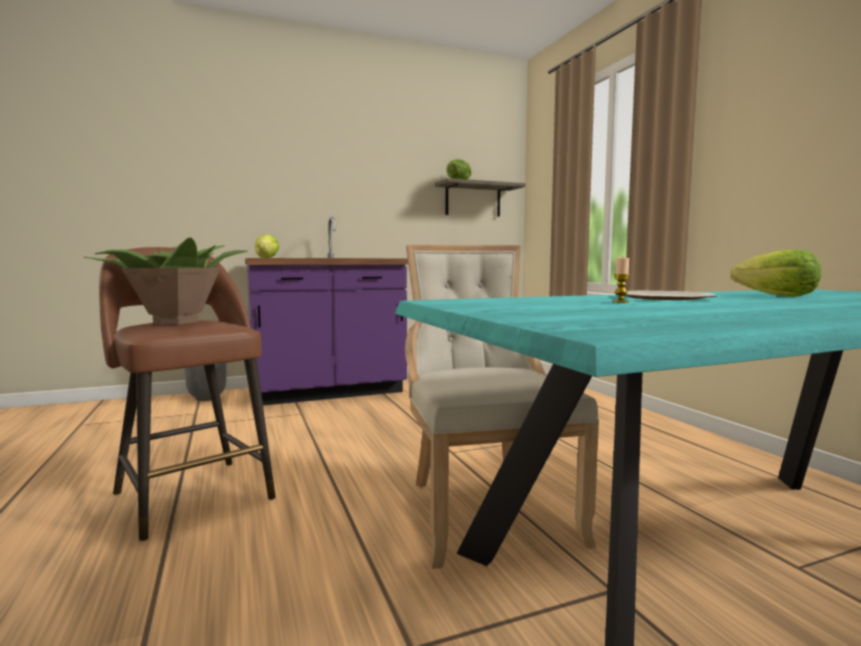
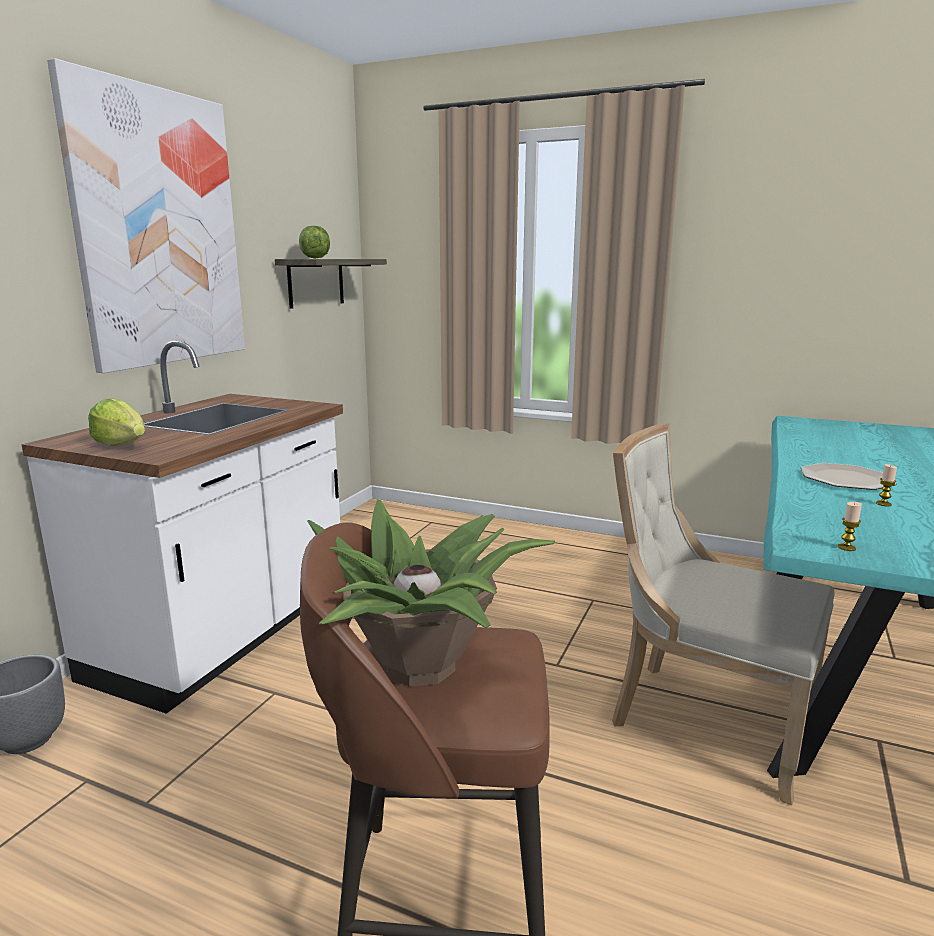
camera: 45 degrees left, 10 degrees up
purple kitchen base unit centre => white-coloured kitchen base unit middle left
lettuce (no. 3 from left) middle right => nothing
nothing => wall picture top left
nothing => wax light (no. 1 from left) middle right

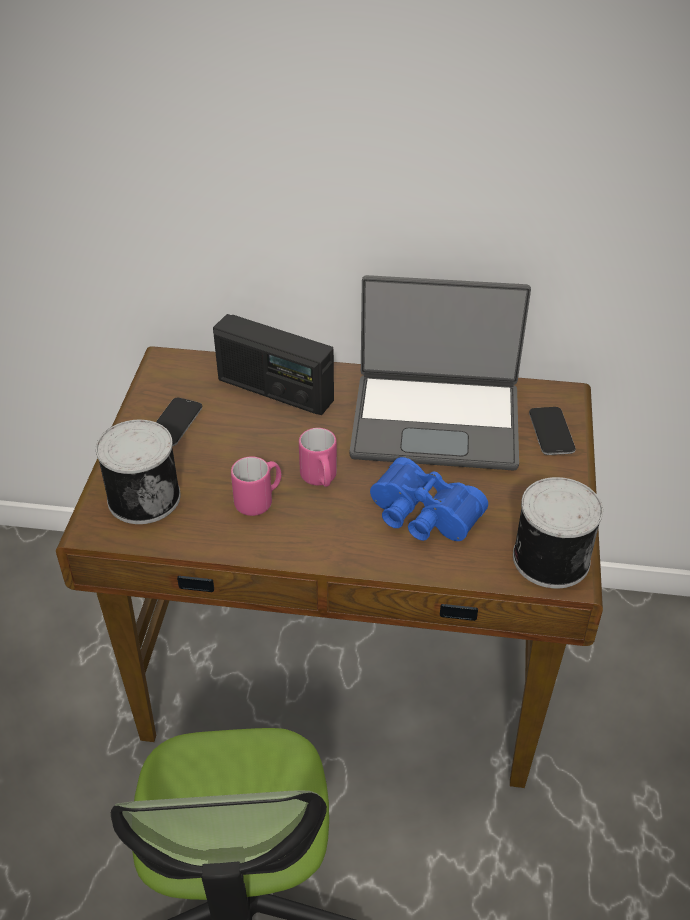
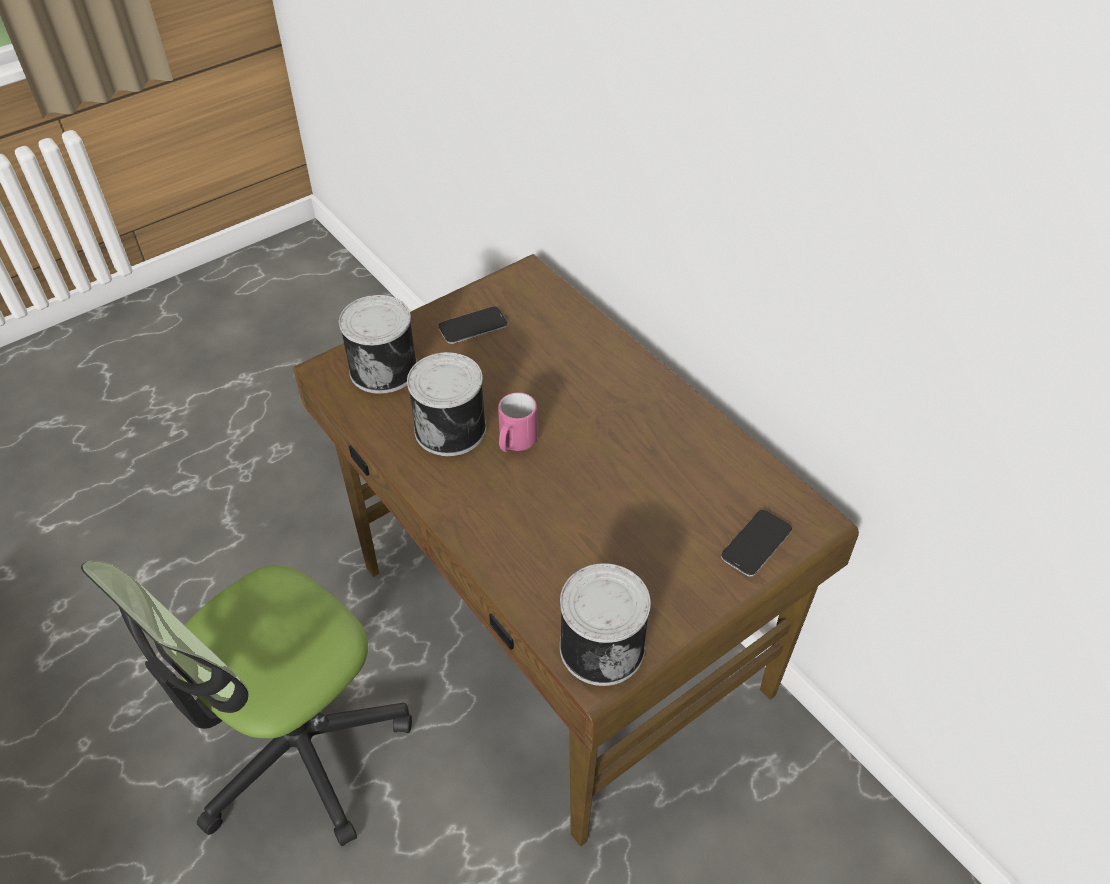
camera: 45 degrees right, 5 degrees up
radio set centre => nothing
pinkish tea mug (no. 1 from left) centre => sealed can (no. 2 from left) centre
portable computer centre => nothing
blue pair of binoculars centre => nothing

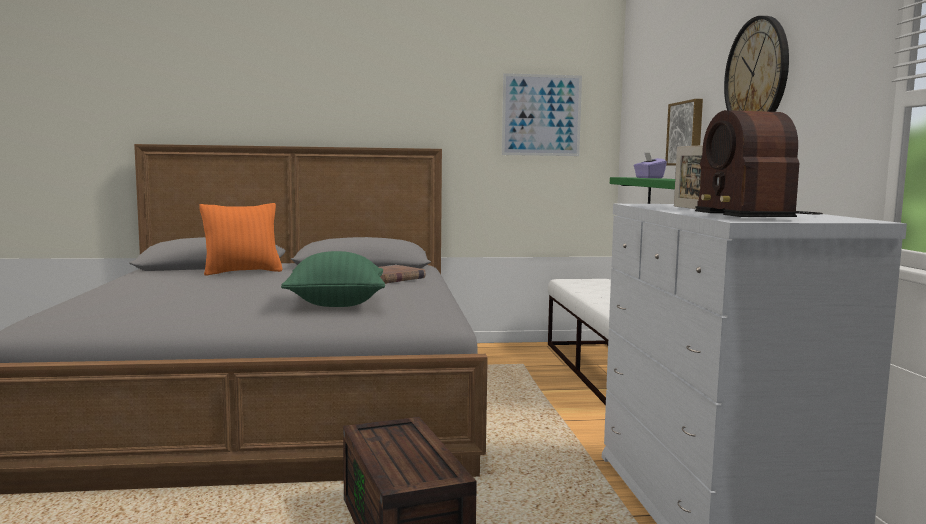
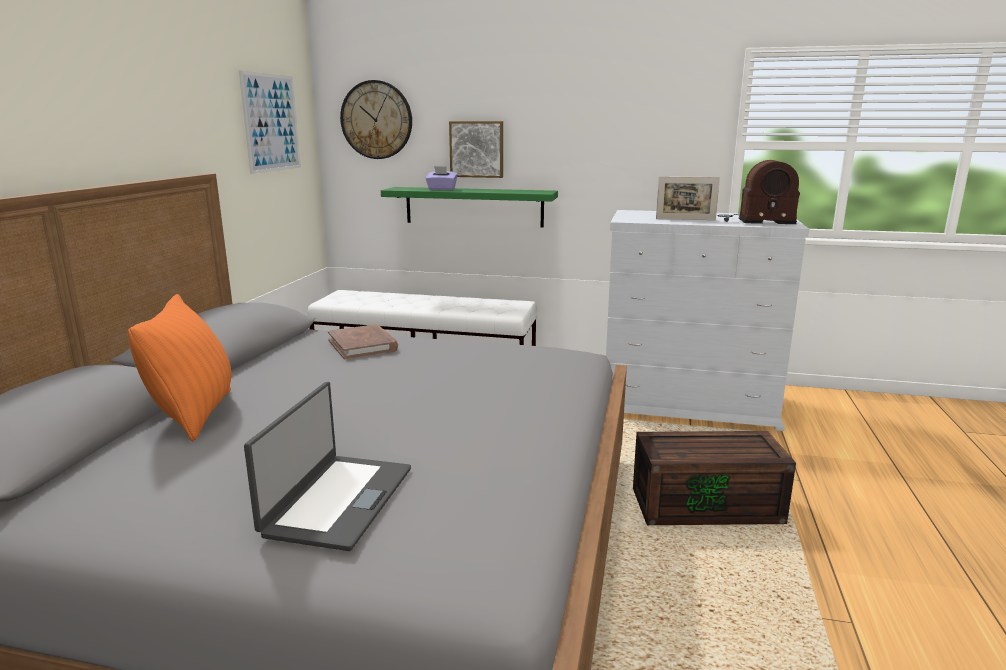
camera: 70 degrees left, 10 degrees up
green throw pillow centre => nothing
hanging clock top right => hanging clock top centre, shifted
nothing => portable computer bottom left

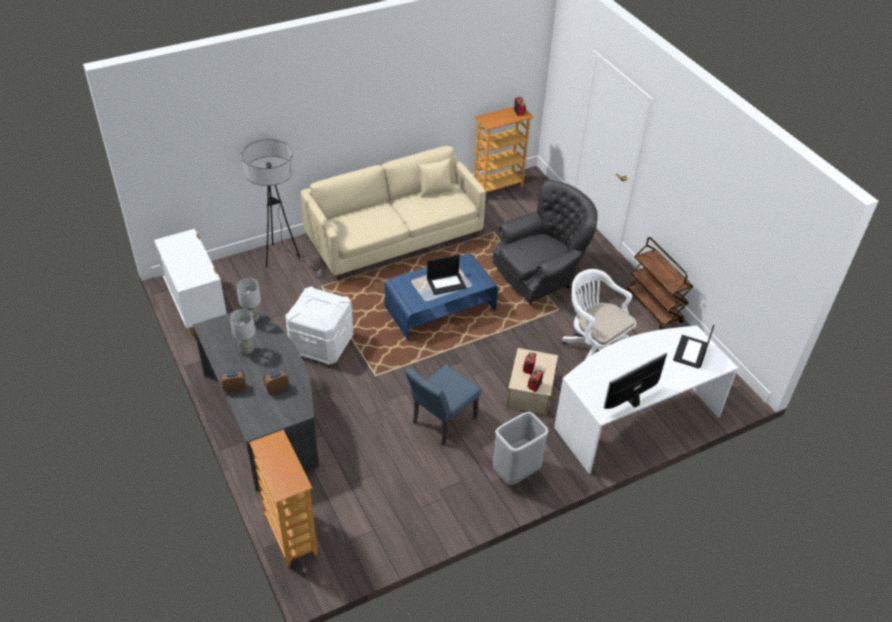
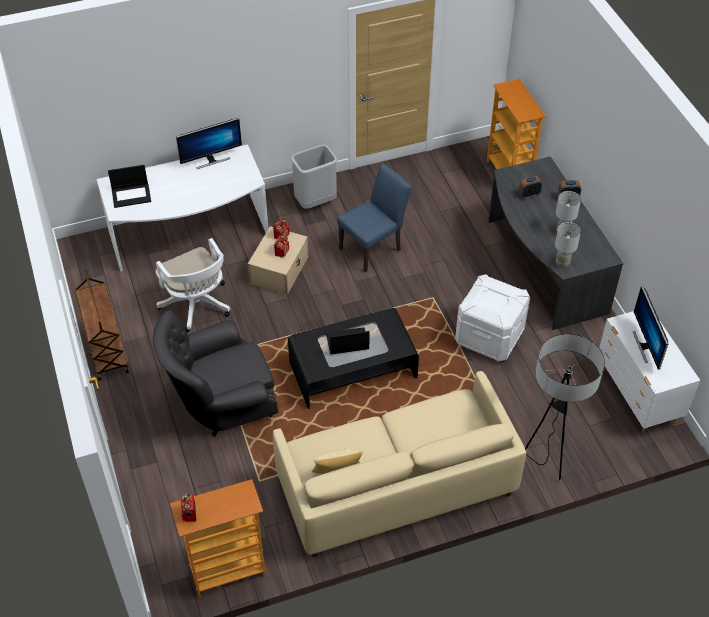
camera: 170 degrees left, 5 degrees up
blue lounge table centre => blackish lounge table centre
portable computer (no. 2 from left in the first image) middle right => portable computer (no. 1 from left) top left, 45 degrees clockwise
nothing => monitor (no. 2 from left) middle right

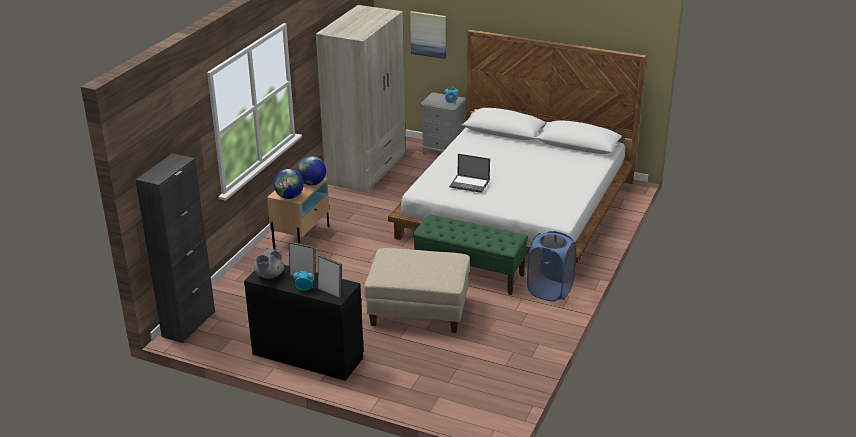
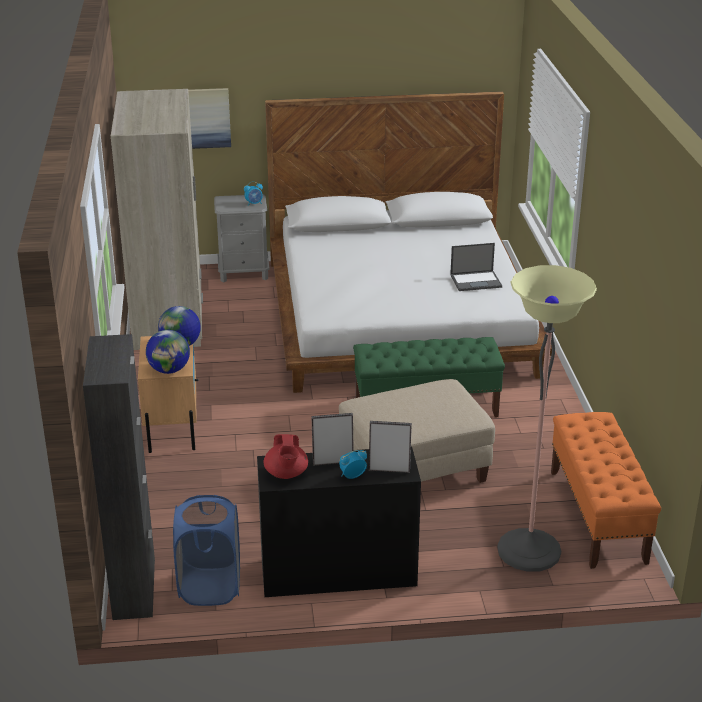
camera: 30 degrees left, 0 degrees up
gray tea pot middle left => red-coloured tea pot centre
portable computer centre => portable computer middle right, shifted
blue washing basket centre => blue washing basket bottom left, shifted
nothing => standard lamp middle right
nothing => orangey bench bottom right

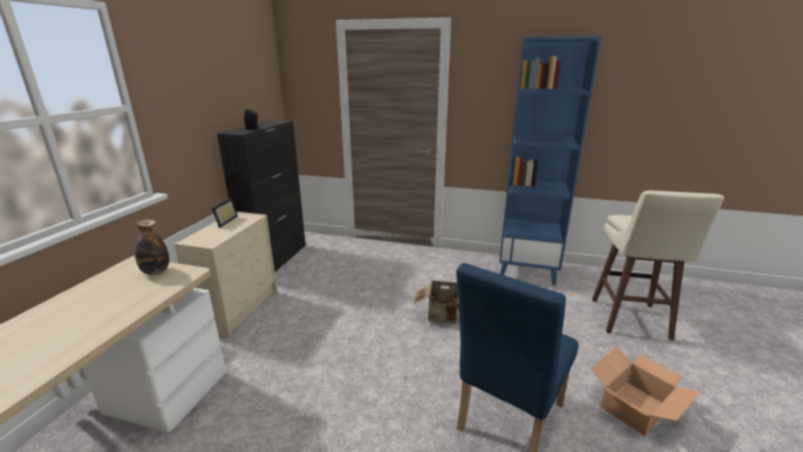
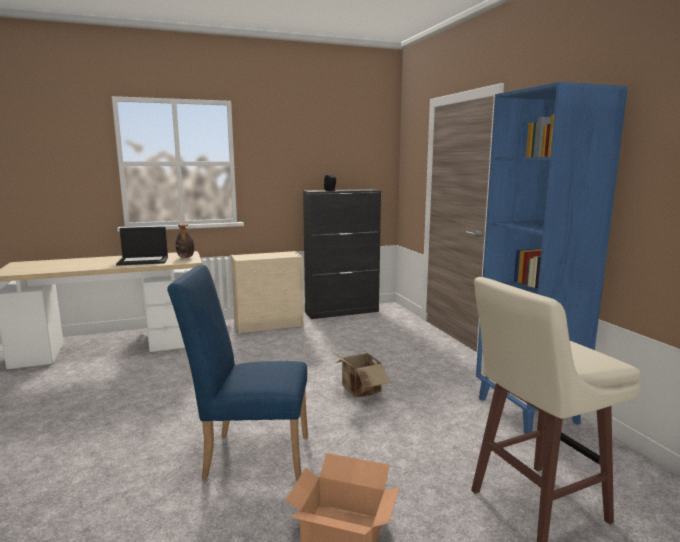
camera: 55 degrees right, 10 degrees down
photo frame middle left => nothing
nothing => portable computer middle left

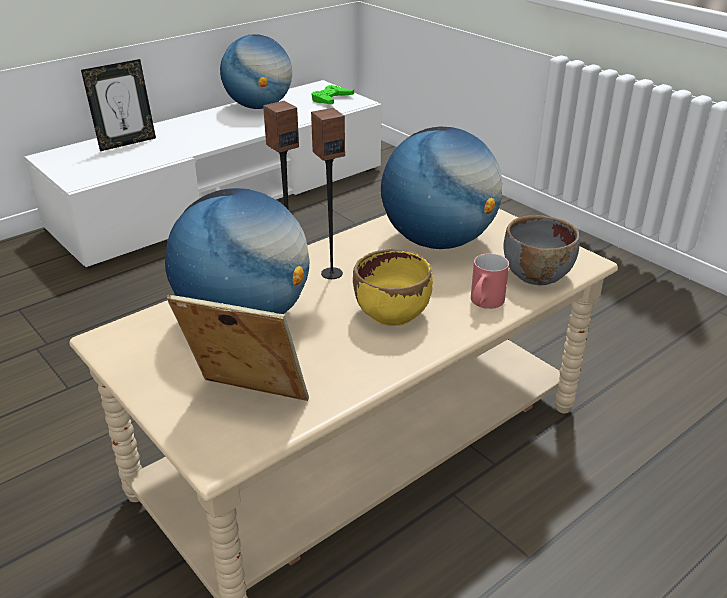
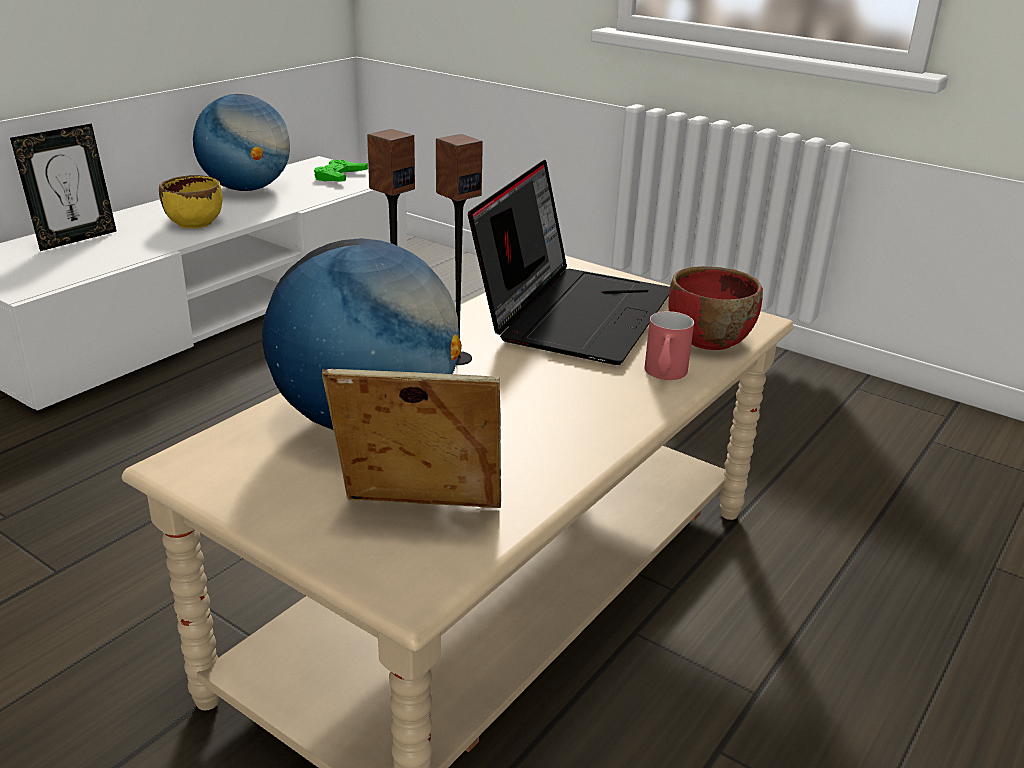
camera: 15 degrees left, 5 degrees down
yellow-coloured serving bowl centre => yellow-coloured serving bowl top left, shifted
world globe (no. 3 from left) top centre => portable computer centre
gray serving bowl middle right => red-coloured serving bowl middle right

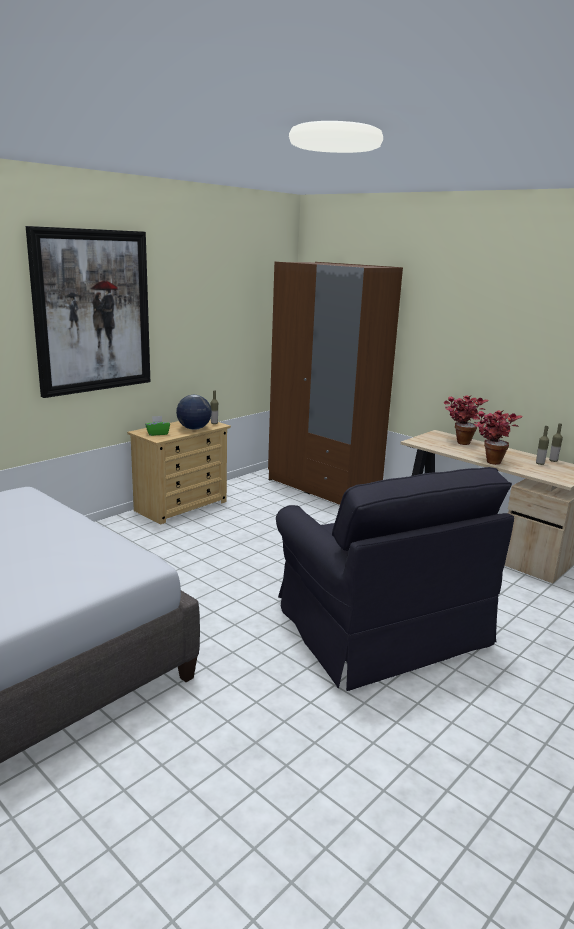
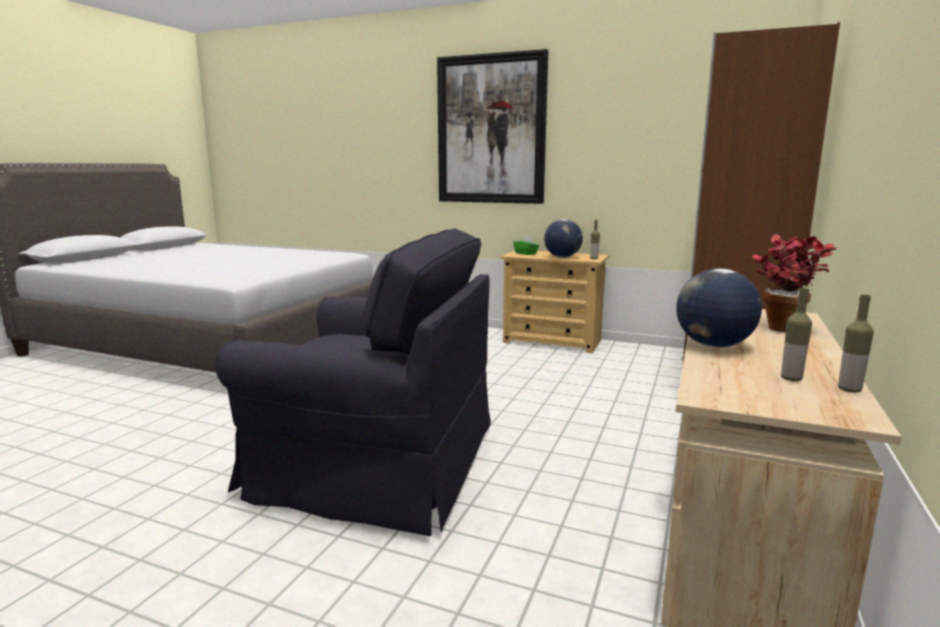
camera: 70 degrees right, 5 degrees down
blackish easy chair middle right => blackish easy chair centre, 120 degrees counterclockwise
potted plant (no. 2 from left) middle right => world globe (no. 2 from left) middle right

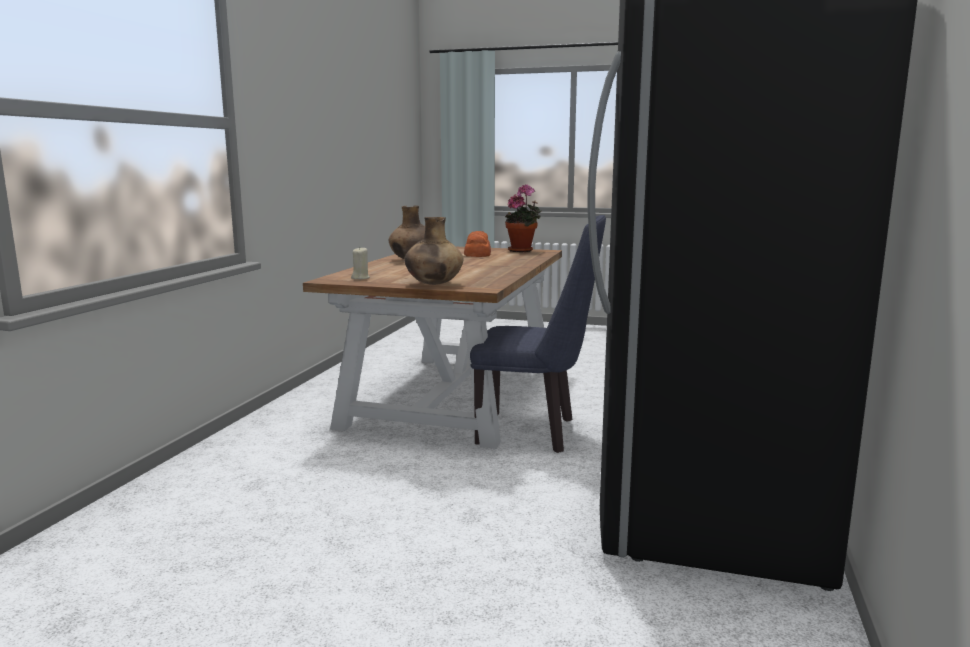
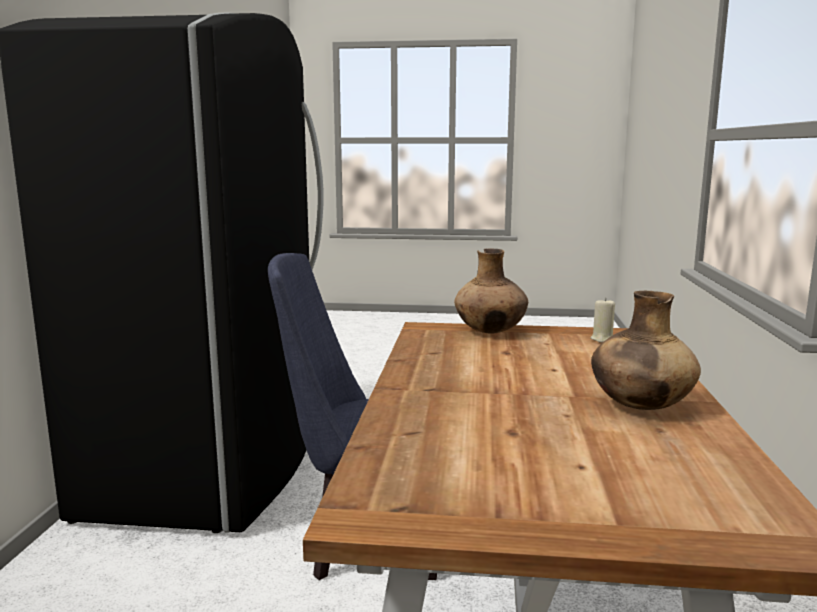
camera: 170 degrees right, 0 degrees up
bakery bread centre => nothing
potted plant centre => nothing

